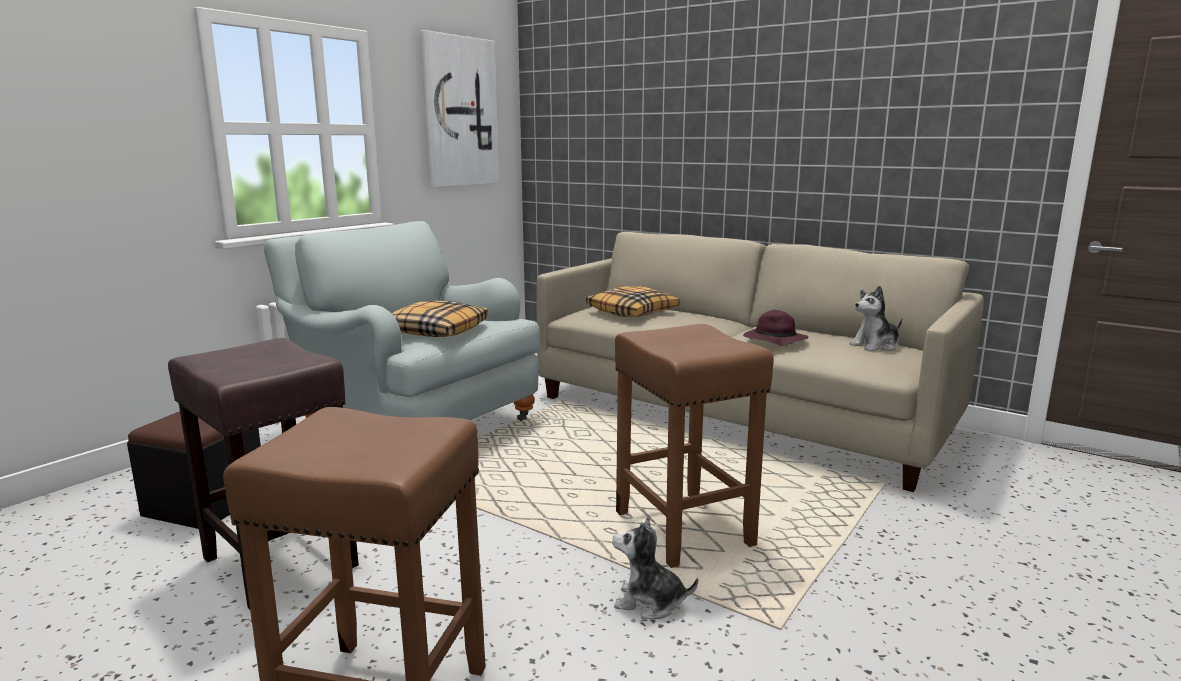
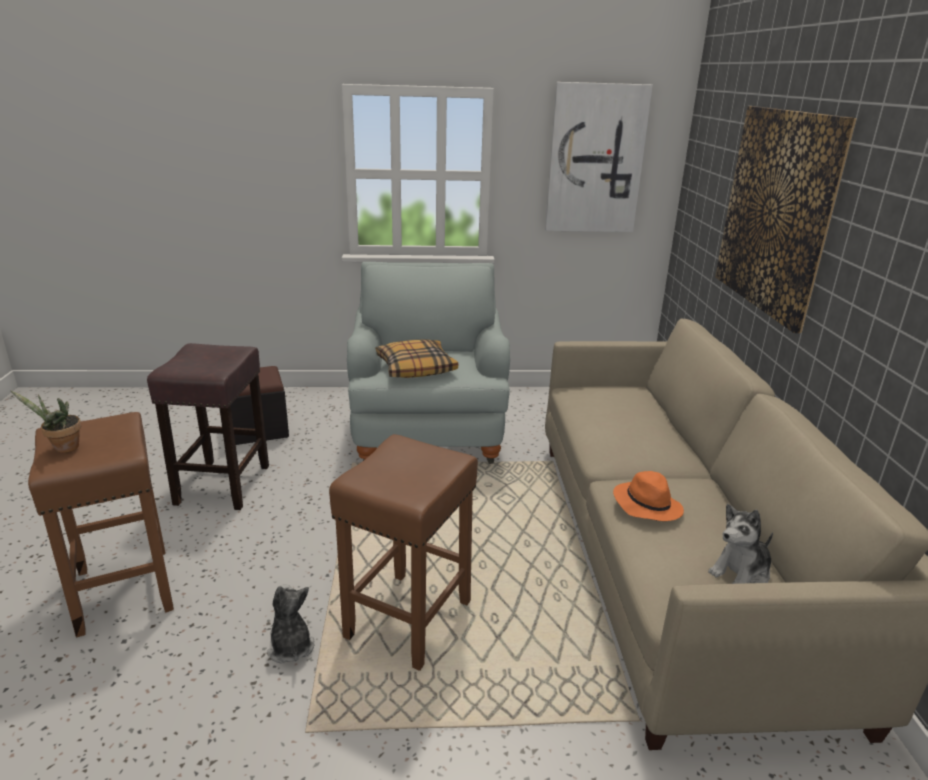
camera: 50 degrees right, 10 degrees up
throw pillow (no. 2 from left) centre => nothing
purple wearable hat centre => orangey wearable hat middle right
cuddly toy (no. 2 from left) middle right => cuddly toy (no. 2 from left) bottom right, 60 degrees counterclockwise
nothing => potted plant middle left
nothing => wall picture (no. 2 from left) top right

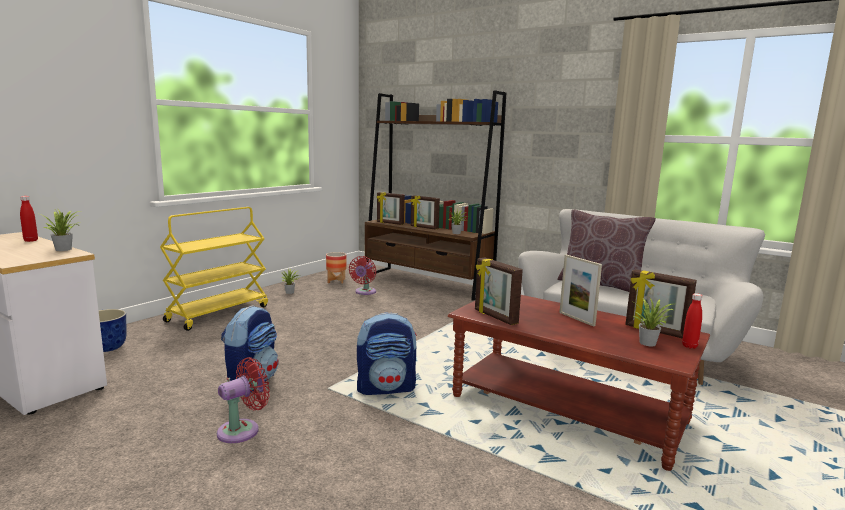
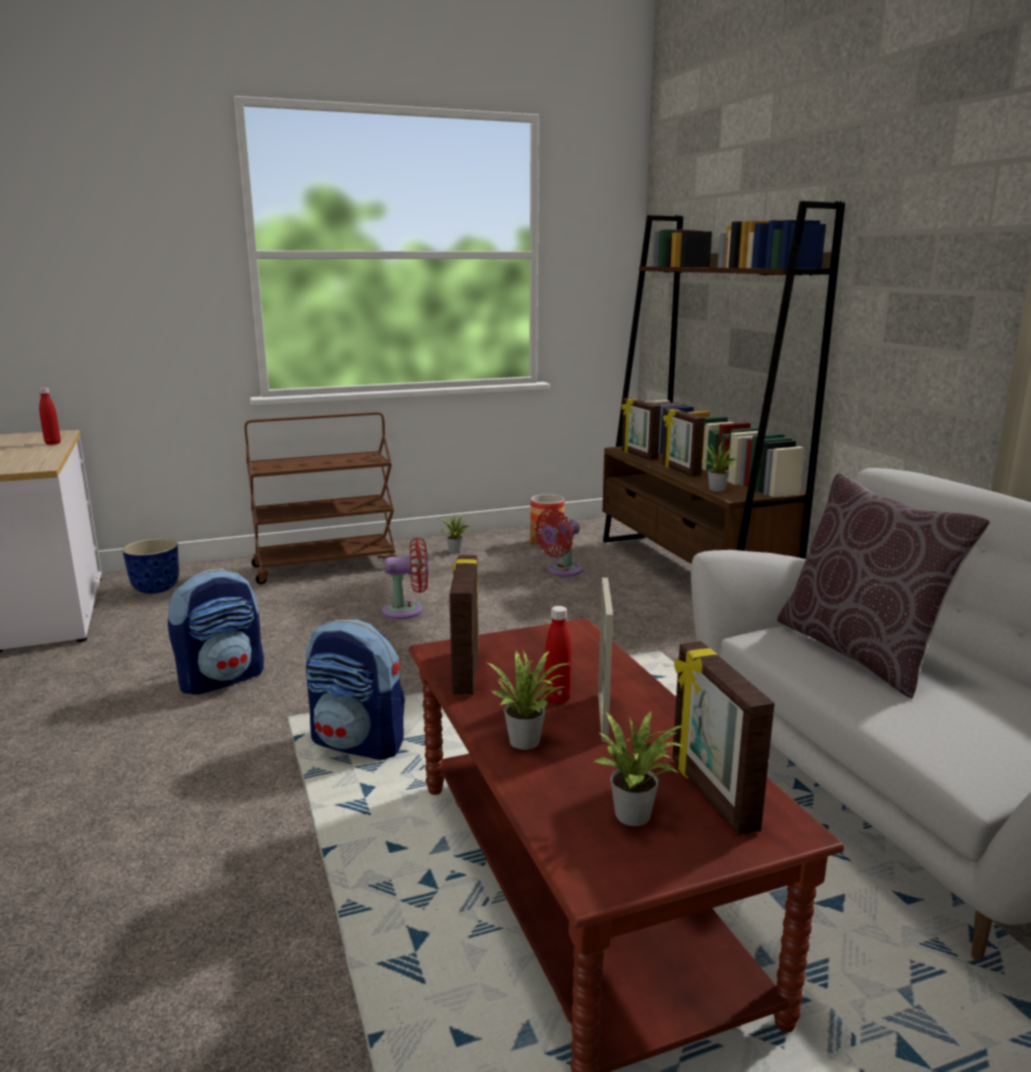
camera: 35 degrees right, 5 degrees up
potted plant (no. 1 from left in the first image) middle left => potted plant (no. 2 from left) centre, shifted
yellow-coloured wheeled cart middle left => brownish wheeled cart middle left
red-coloured electric fan (no. 1 from left) bottom left => red-coloured electric fan (no. 1 from left) centre, shifted
red-coloured drink bottle (no. 2 from left) middle right => red-coloured drink bottle (no. 2 from left) centre, shifted

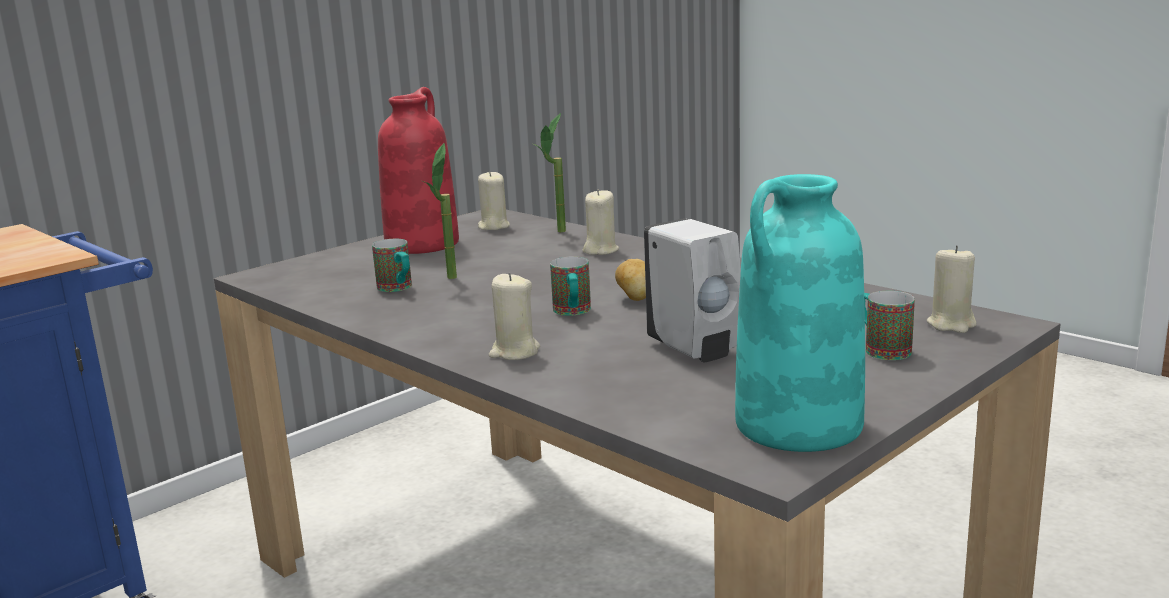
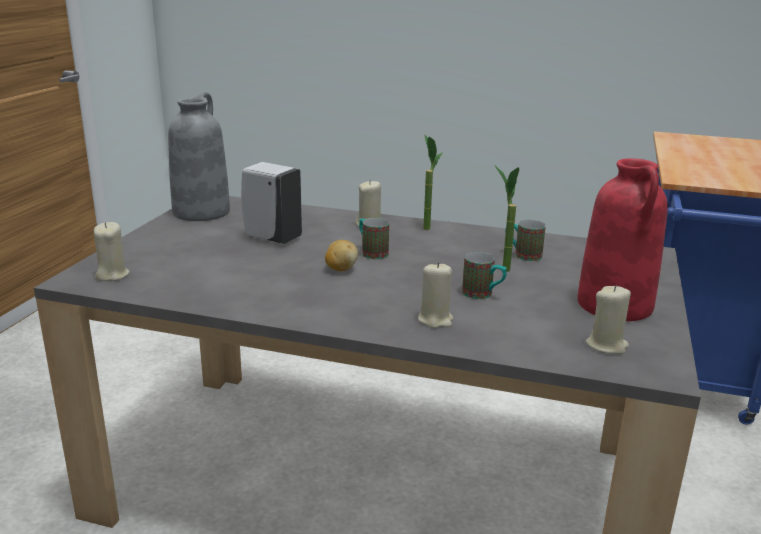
camera: 150 degrees right, 5 degrees up
potted plant (no. 2 from left in the first image) top centre => potted plant (no. 1 from left) centre, shifted
turquoise decorative vase middle right => gray decorative vase top left
tea mug (no. 3 from left in the first image) middle right => tea mug (no. 2 from left) centre, shifted

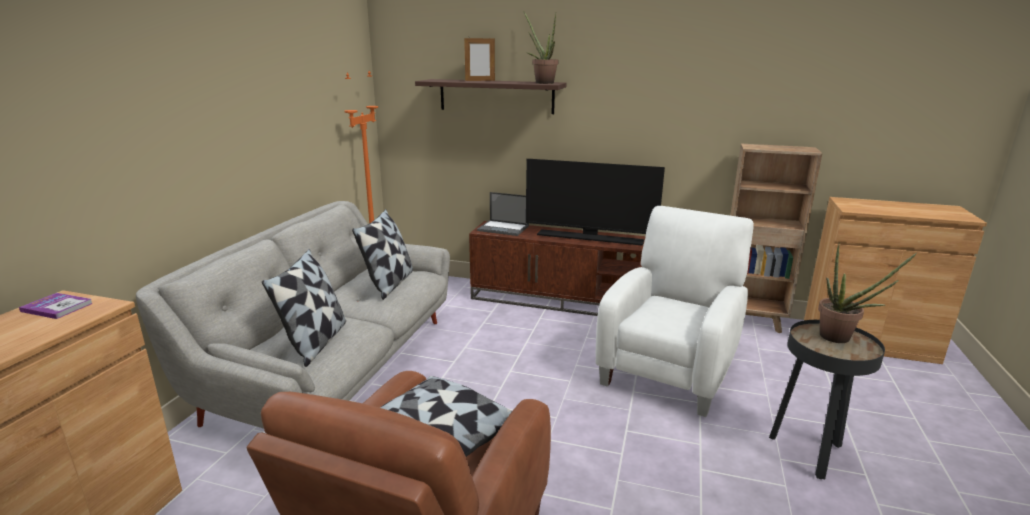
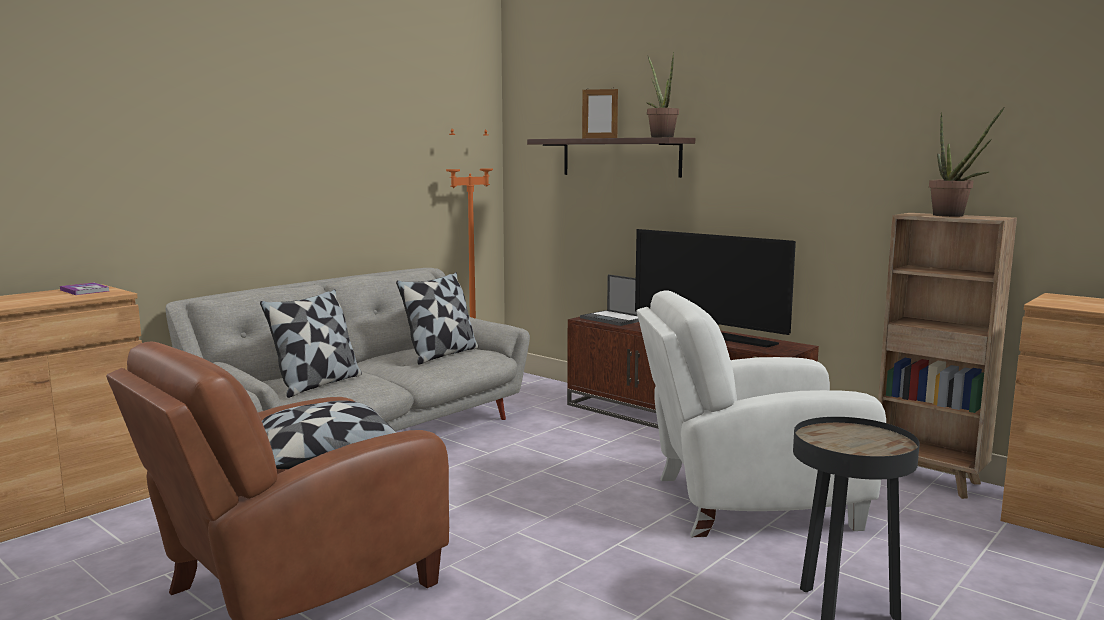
camera: 25 degrees right, 10 degrees down
white-coloured easy chair centre => white-coloured easy chair bottom right, 150 degrees counterclockwise
potted plant (no. 2 from left) middle right => potted plant (no. 2 from left) top right, shifted

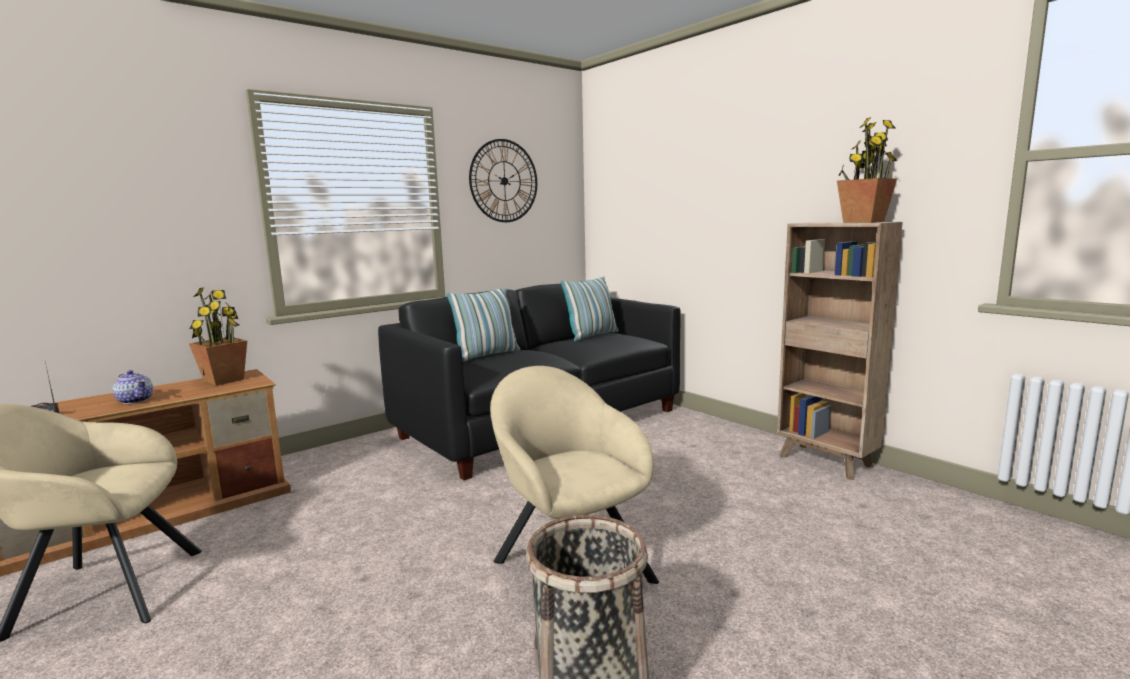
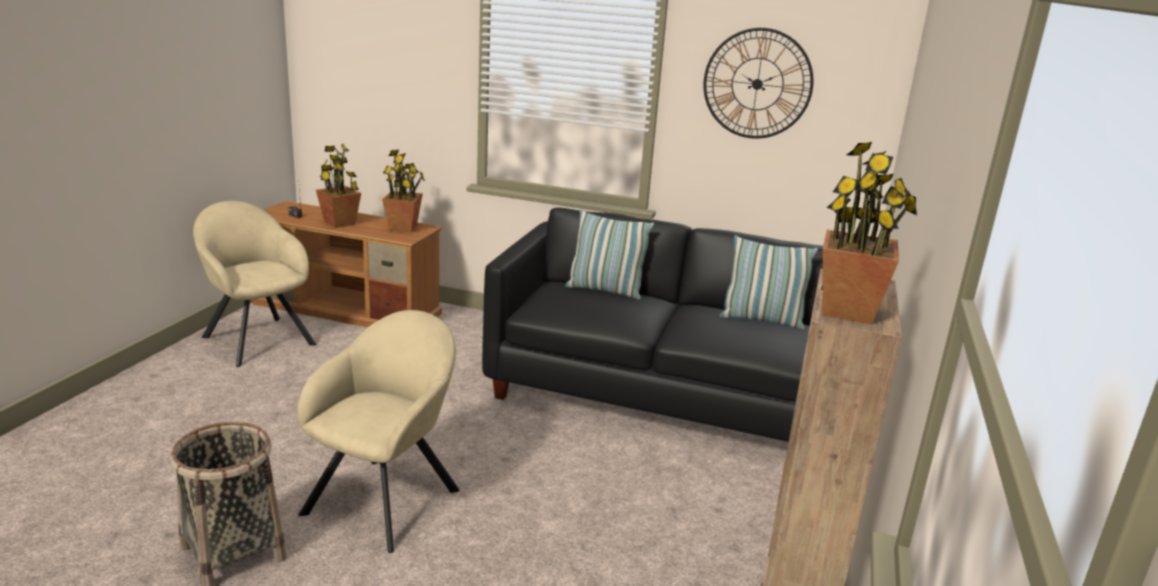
camera: 55 degrees right, 10 degrees up
tea pot middle left => potted plant (no. 1 from left) top left

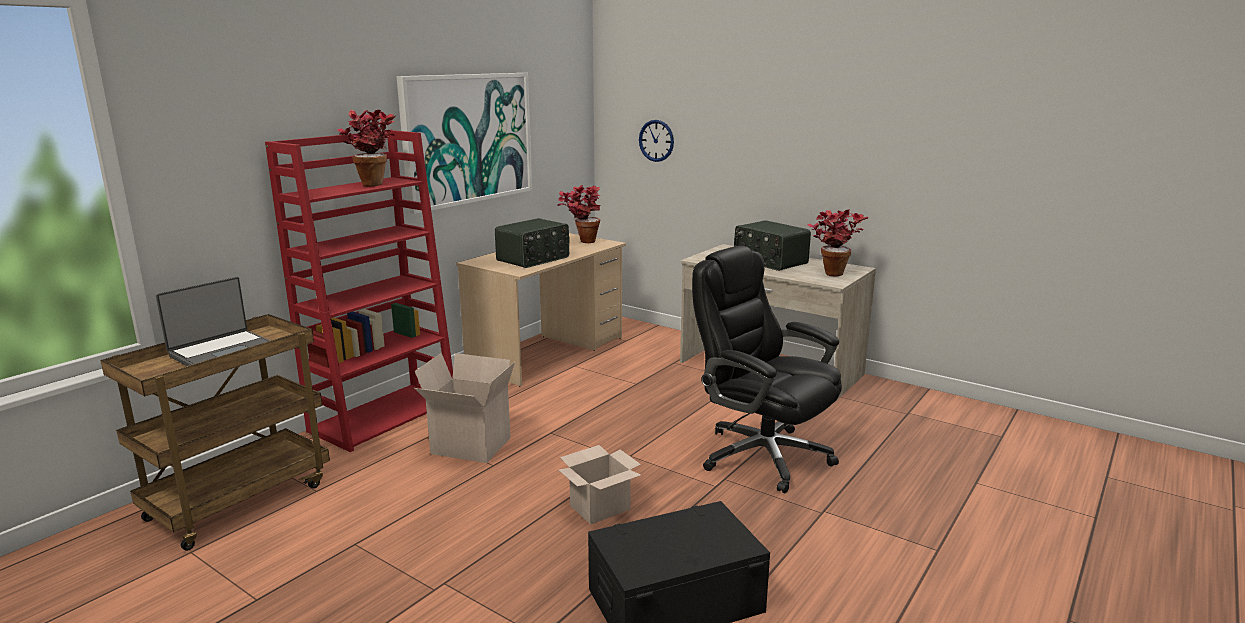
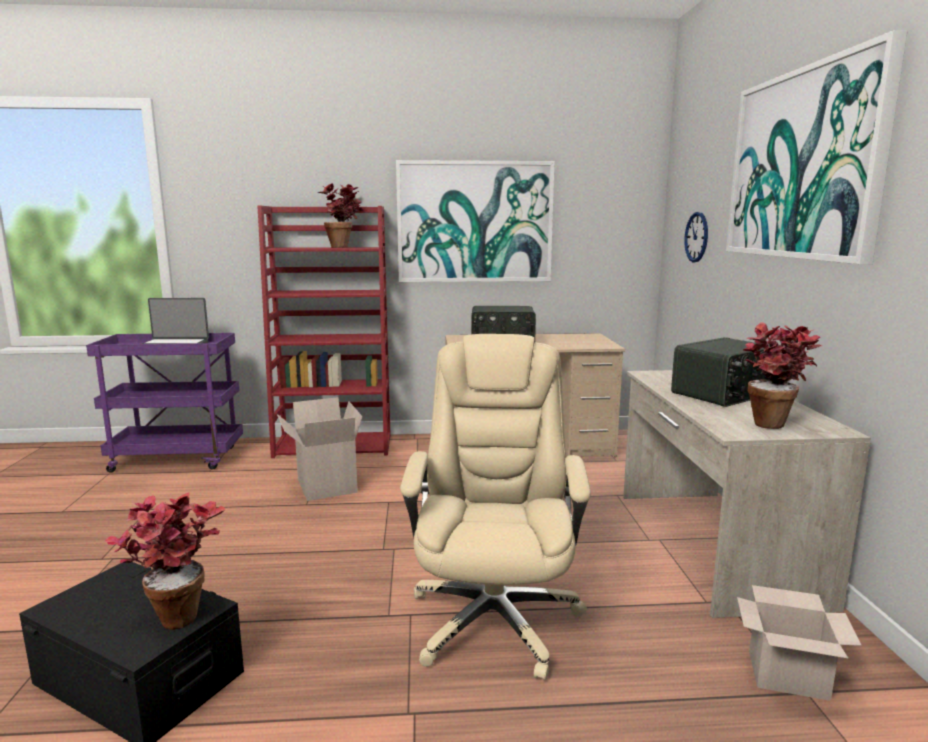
camera: 50 degrees right, 5 degrees down
brownish wheeled cart bottom left => purple wheeled cart middle left
potted plant (no. 2 from left in the first image) centre => potted plant (no. 1 from left) bottom left, shifted
packing box (no. 2 from left) bottom centre => packing box (no. 2 from left) bottom right, shifted
blackish desk chair centre => beige-coloured desk chair bottom centre
radio set (no. 2 from left) centre => radio set (no. 2 from left) middle right, 135 degrees counterclockwise
nothing => wall picture (no. 2 from left) top right

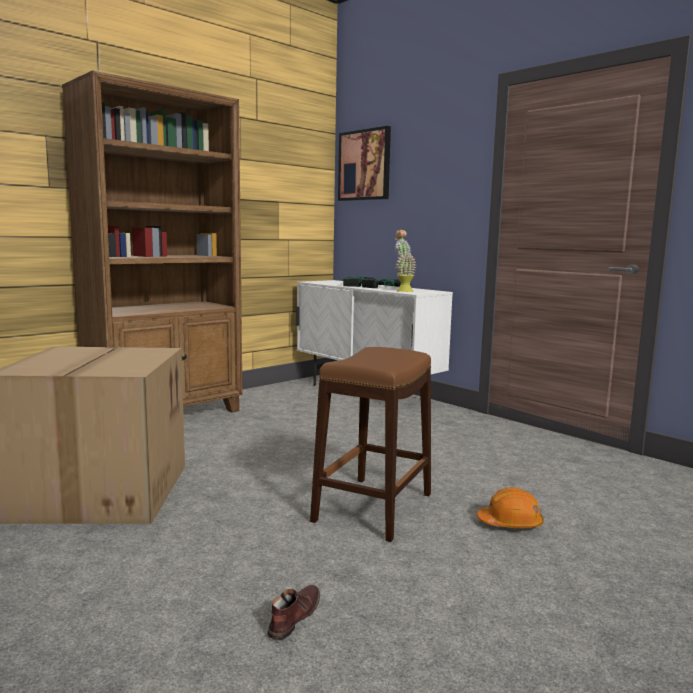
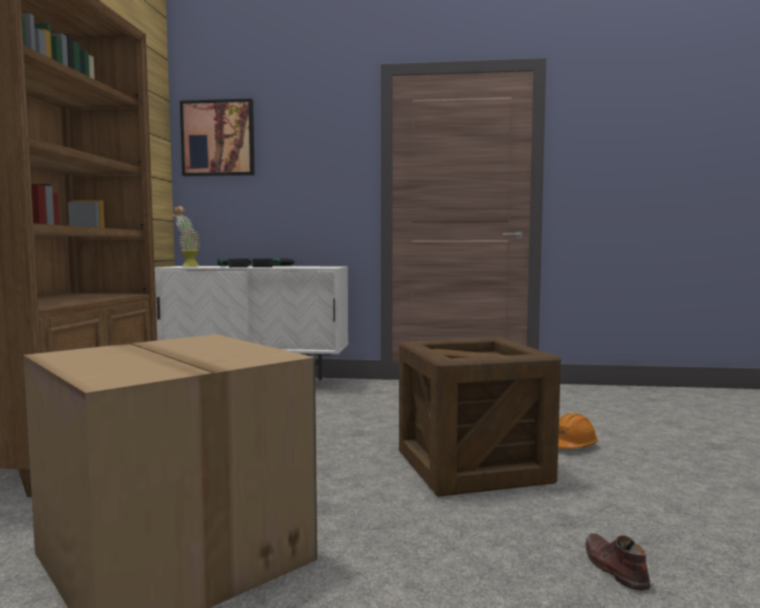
camera: 40 degrees left, 5 degrees down
brownish stool seat centre => packing crate bottom centre
potted plant centre => potted plant middle left, shifted

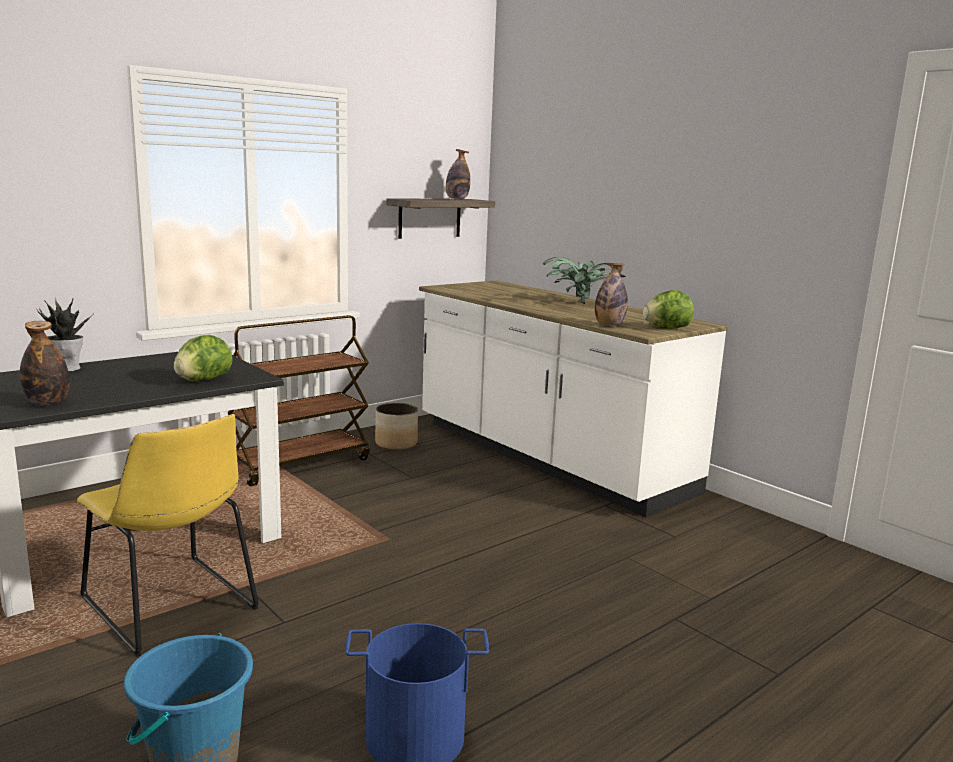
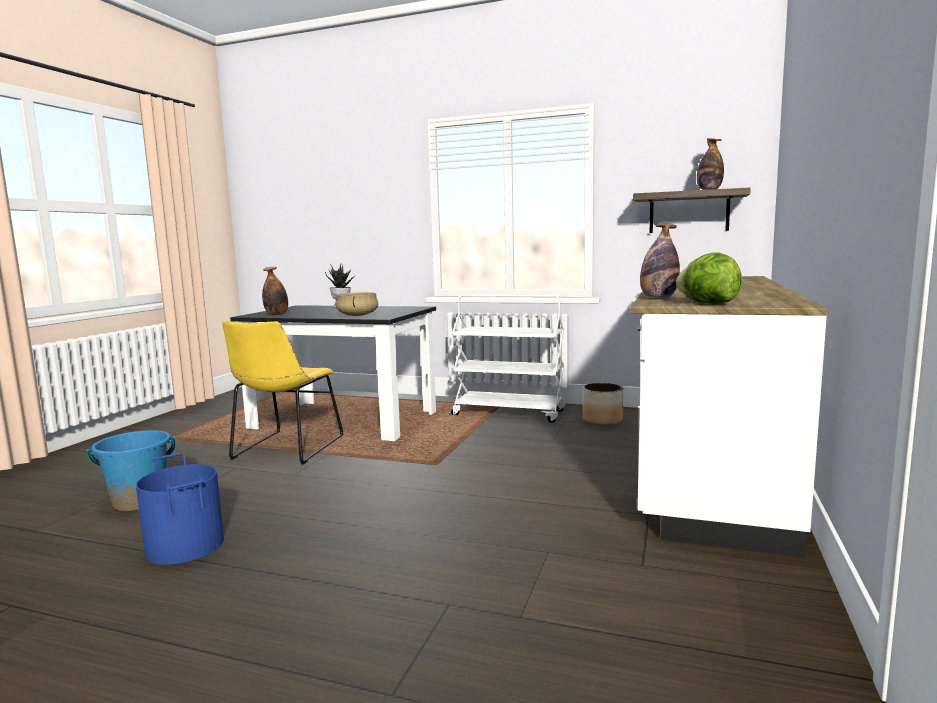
camera: 60 degrees right, 5 degrees down
lettuce (no. 1 from left) middle left => beige-coloured cooking pot centre
brownish wheeled cart middle left => white-coloured wheeled cart centre
potted plant (no. 2 from left) centre => nothing

